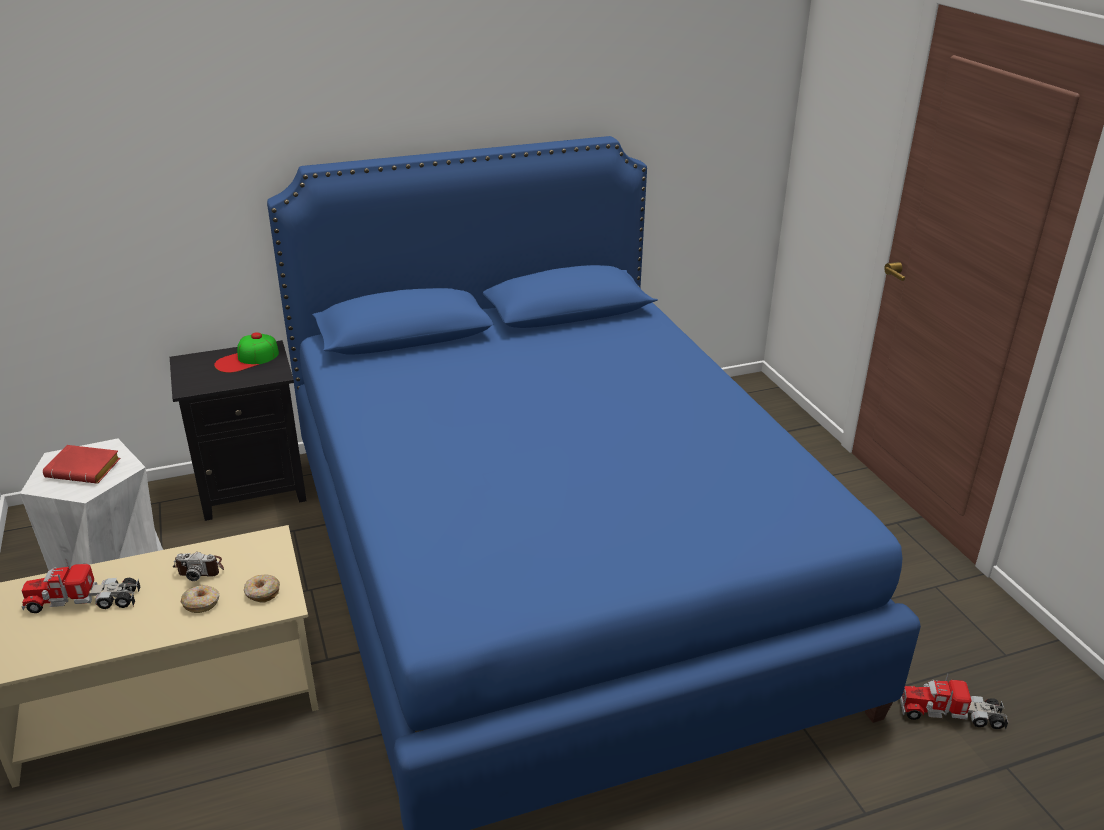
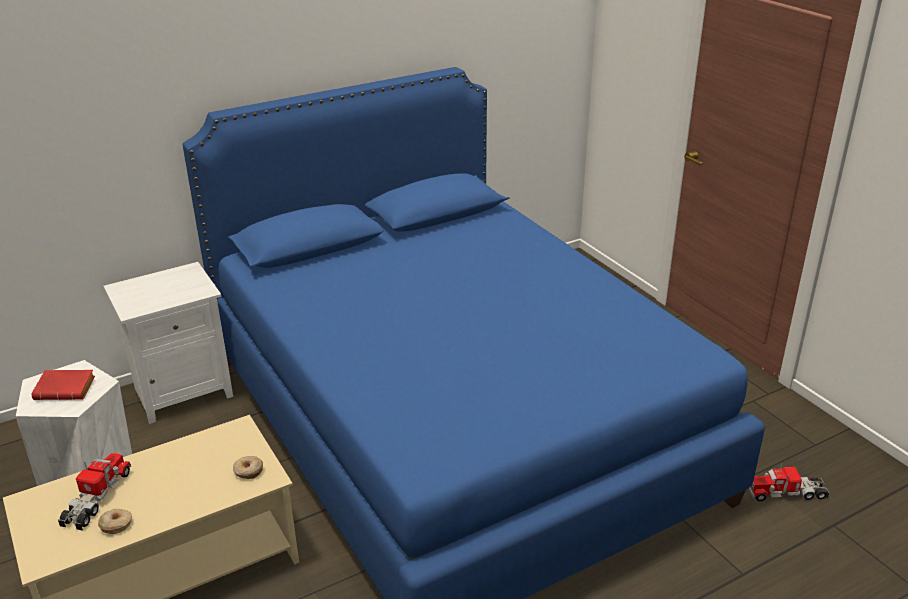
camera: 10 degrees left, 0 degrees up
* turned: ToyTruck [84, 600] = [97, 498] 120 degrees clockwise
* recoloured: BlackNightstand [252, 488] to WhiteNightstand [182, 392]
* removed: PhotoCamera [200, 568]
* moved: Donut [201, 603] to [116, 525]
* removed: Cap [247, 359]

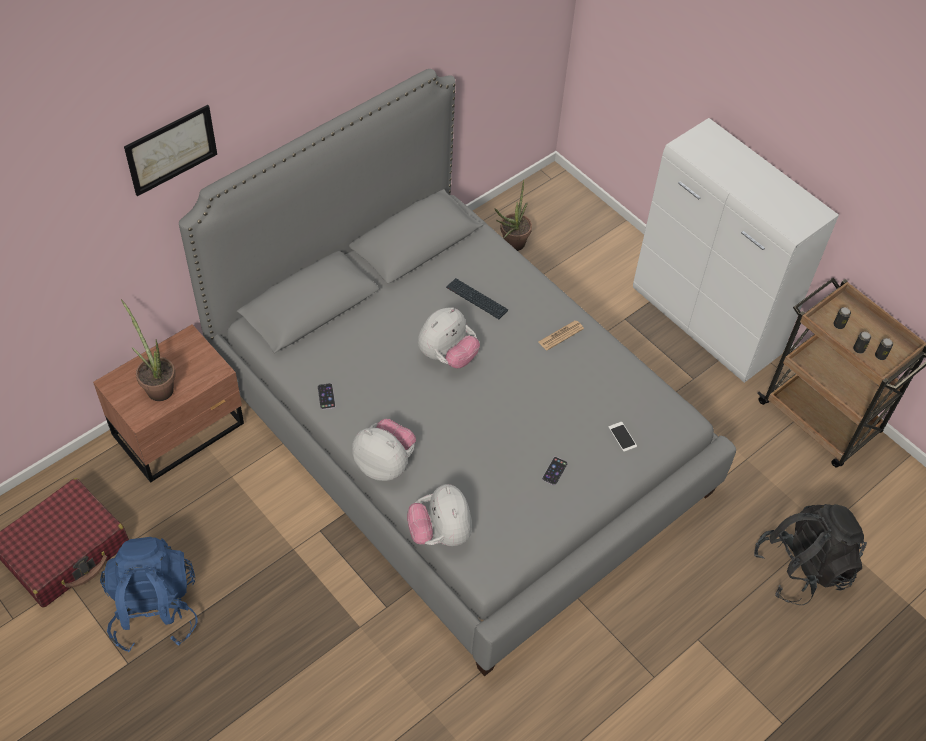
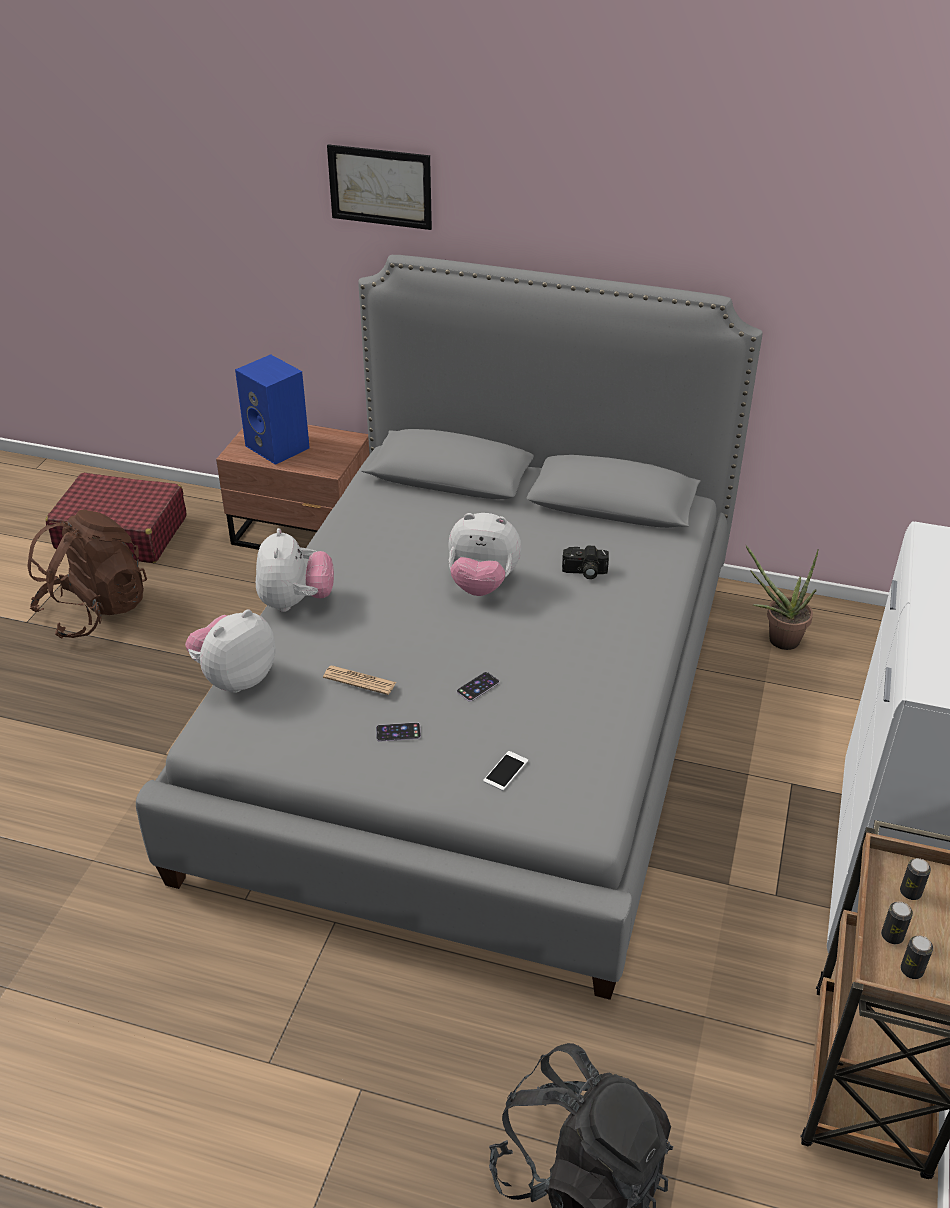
camera: 60 degrees right, 15 degrees down
* recoloured: BlueBackpack [154, 609] to BrownBackpack [94, 610]
* replaced: PottedPlant [157, 386] to BlueSpeaker [279, 447]
* moved: Phone [326, 396] to [478, 687]
* replaced: Keyboard [476, 299] to PhotoCamera [584, 572]
* moved: Newspaper [560, 335] to [359, 680]

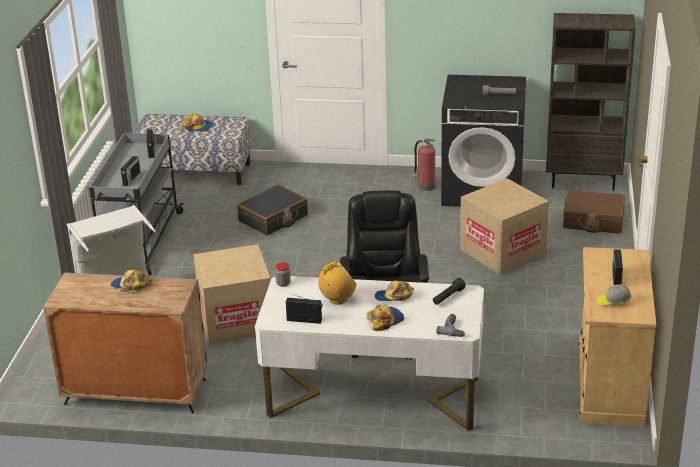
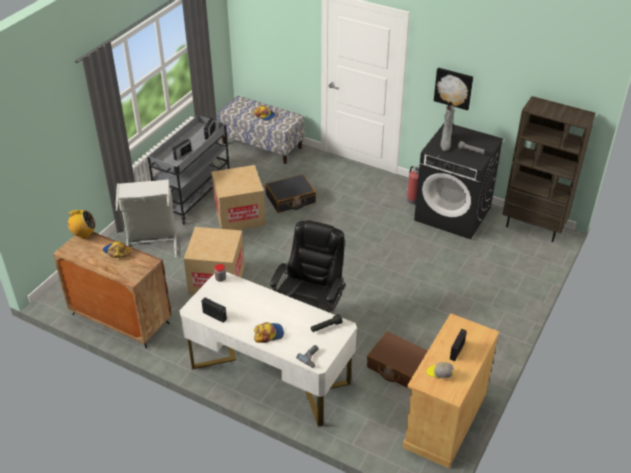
camera: 20 degrees right, 10 degrees up
* recoloured: GreyCabinet [134, 392] to BrownCabinet [120, 319]
* moved: Radio [337, 299] to [84, 234]
* removed: Cap [394, 297]
* moved: CardboardBox [502, 251] to [239, 215]
* moved: BrownSuitcase [593, 221] to [398, 366]
* added: Picture [453, 88]
* added: GreyBoot [445, 142]

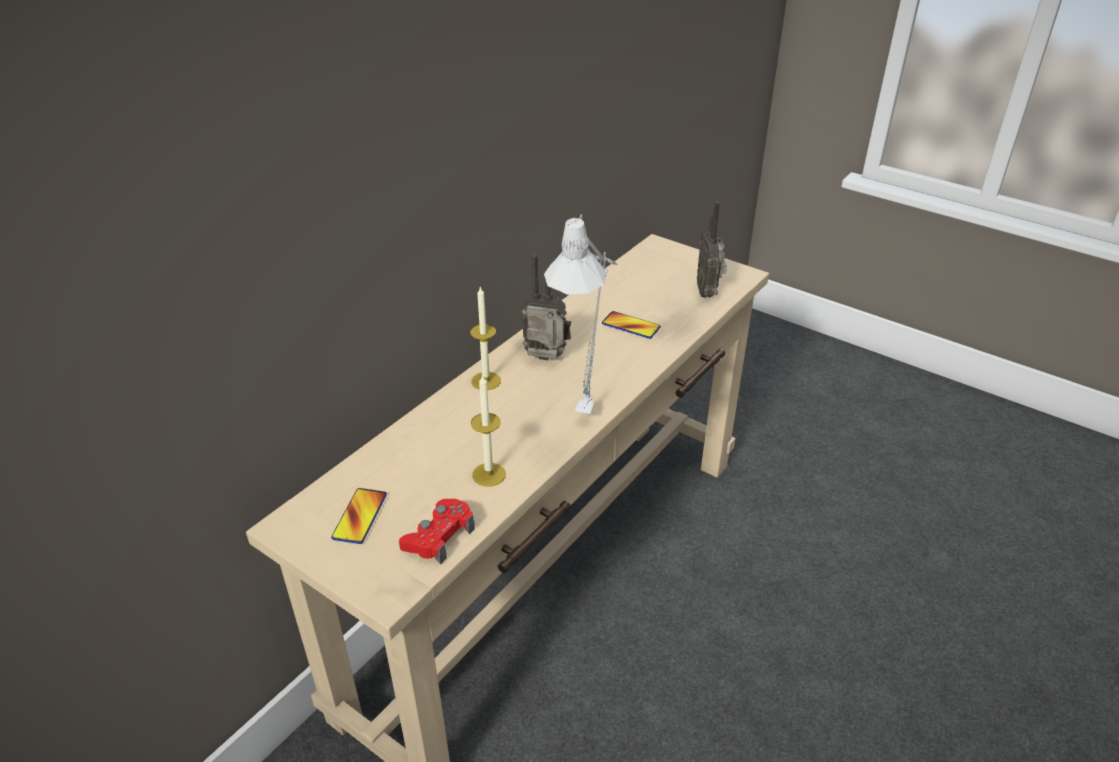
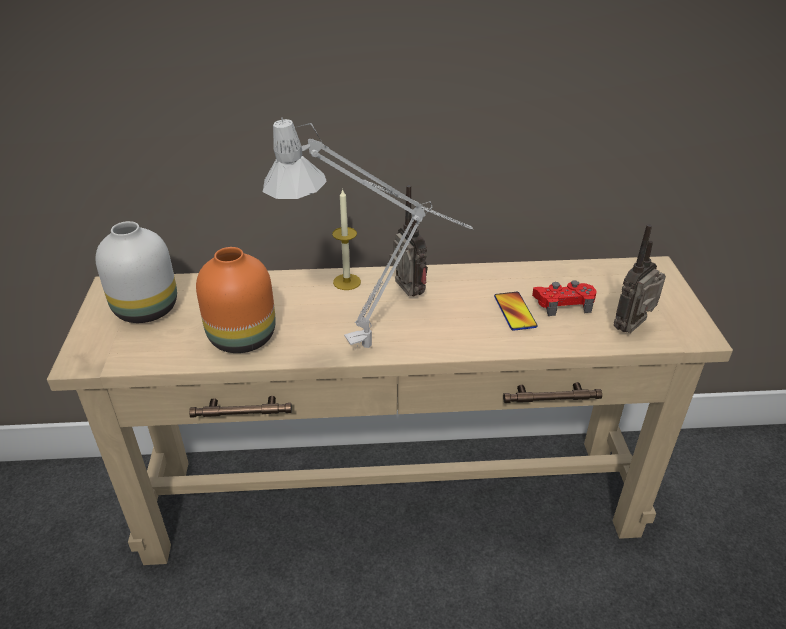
camera: 50 degrees right, 0 degrees up
* replaced: Phone [360, 516] to WhiteVase [144, 309]
* moved: RedGameController [439, 537] to [563, 303]
* replaced: Candle [489, 474] to OrangeVase [241, 339]

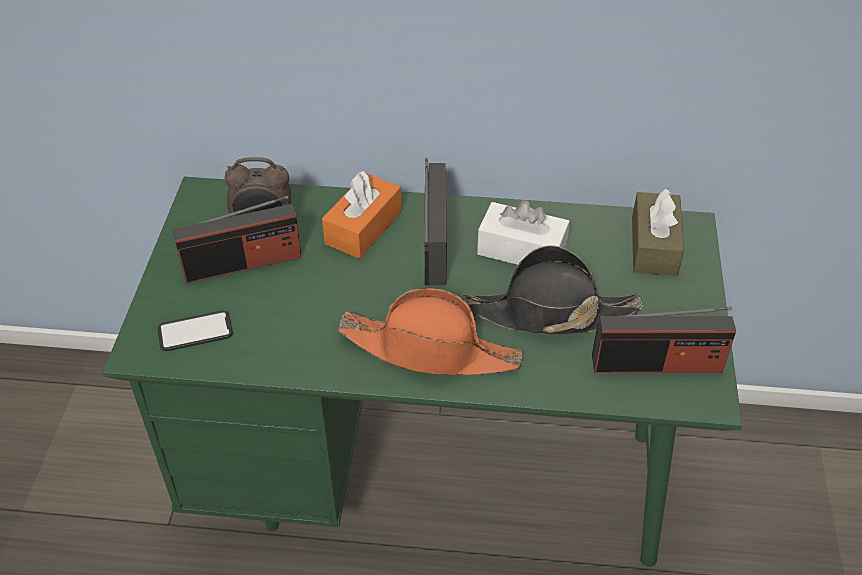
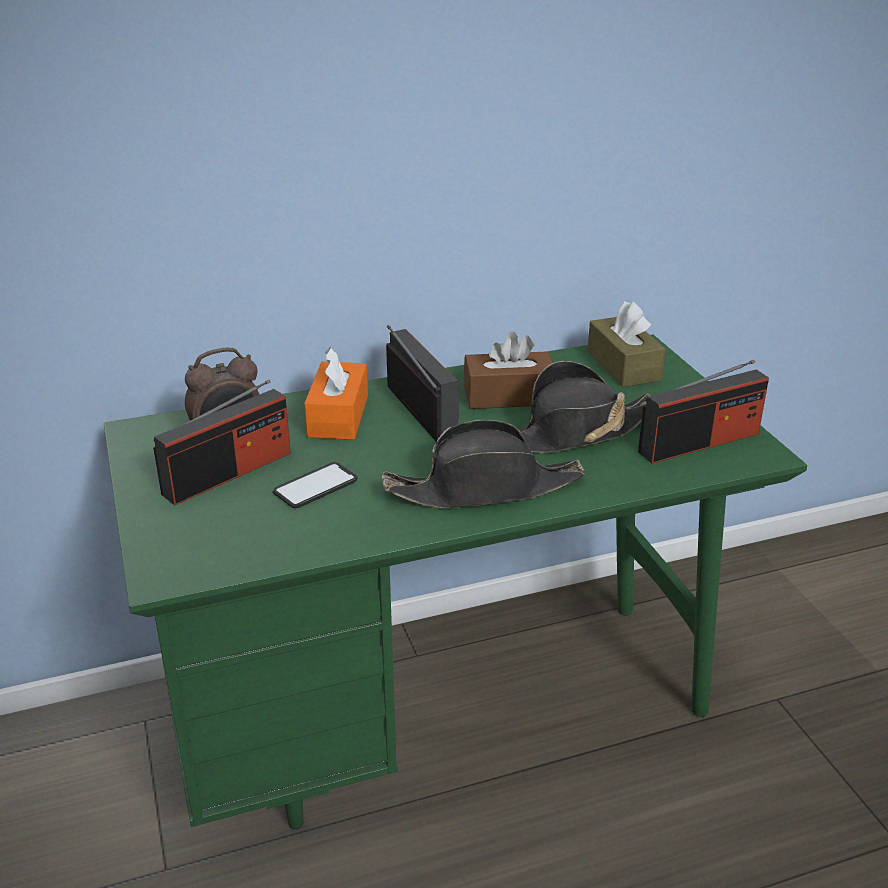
camera: 25 degrees left, 15 degrees down
* moved: Phone [195, 332] to [315, 486]
* recoloured: OrangeHat [430, 350] to BlackHat [485, 488]
* recoloured: WhiteTissueBox [521, 250] to BrownTissueBox [508, 396]

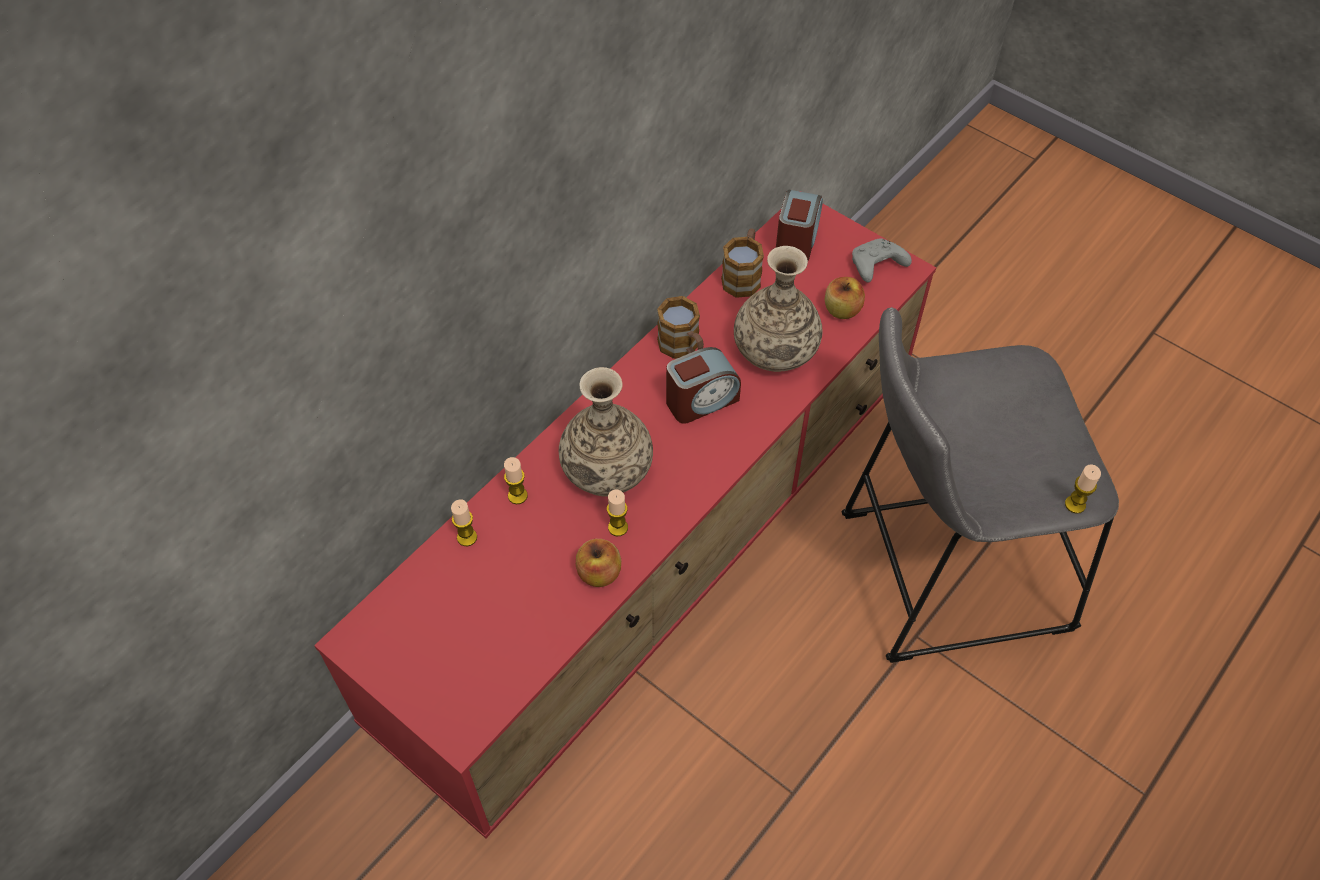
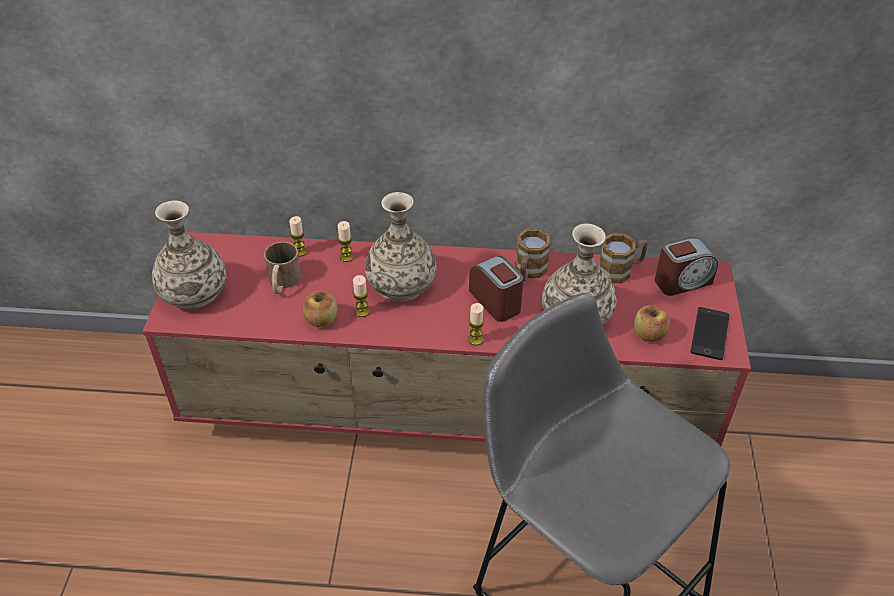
camera: 55 degrees right, 10 degrees down
* turned: AlarmClock [701, 400] = [496, 301] 150 degrees counterclockwise
* replaced: GreyGameController [876, 267] to Phone [709, 334]
* moved: Candle [1075, 504] to [475, 339]
* added: Vase [194, 292]
* added: BrownMug [282, 282]

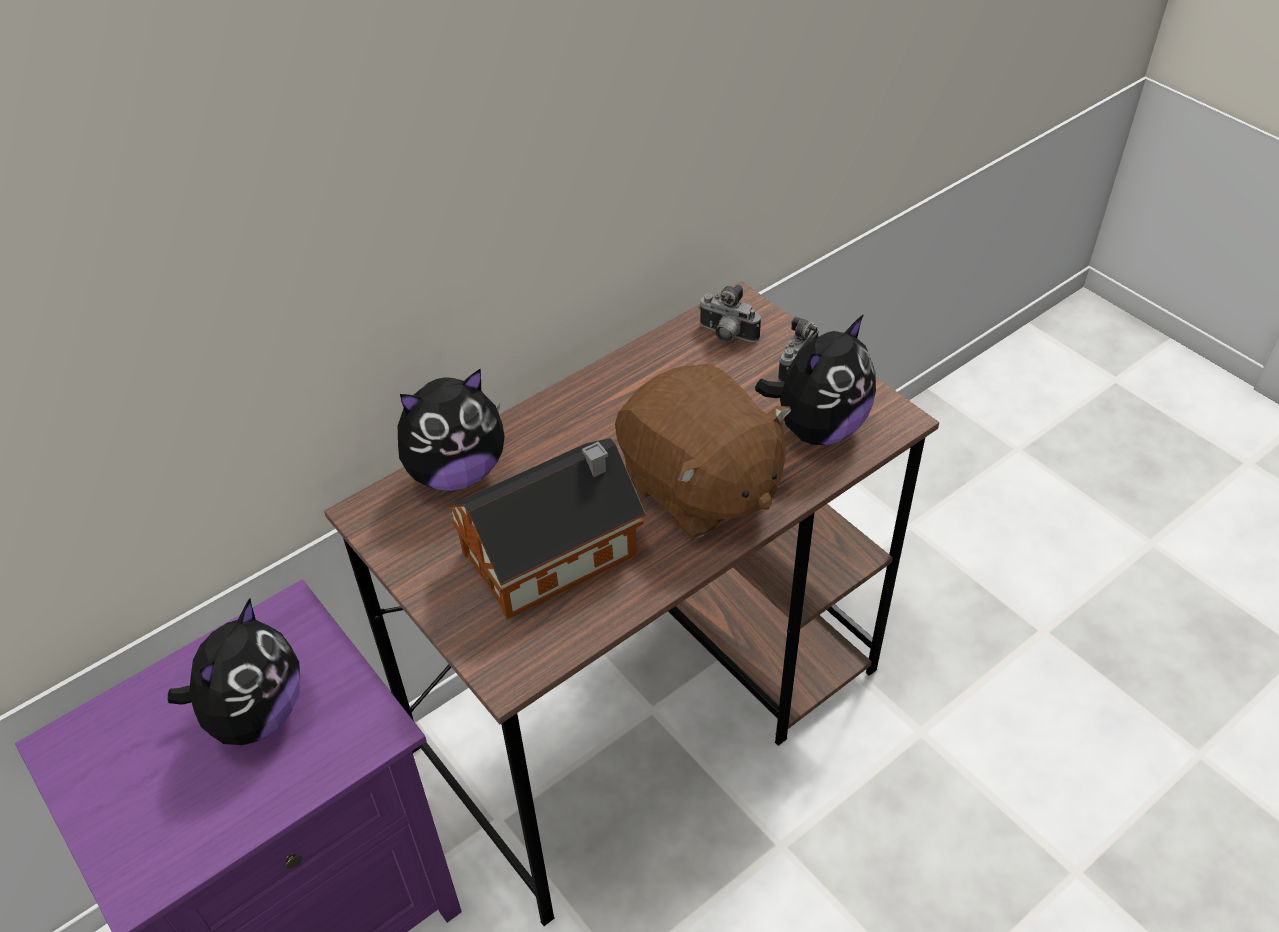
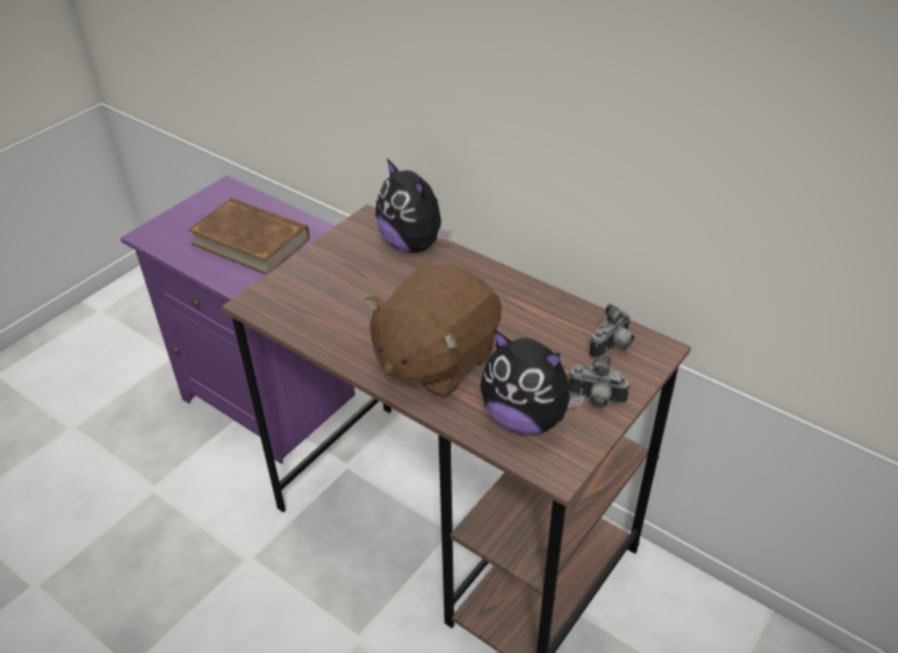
camera: 75 degrees right, 5 degrees down
* replaced: PlushToy [255, 714] to BrownBook [251, 241]
* removed: ToyHouse [557, 552]
* turned: PhotoCamera [726, 335] = [613, 347] 150 degrees counterclockwise

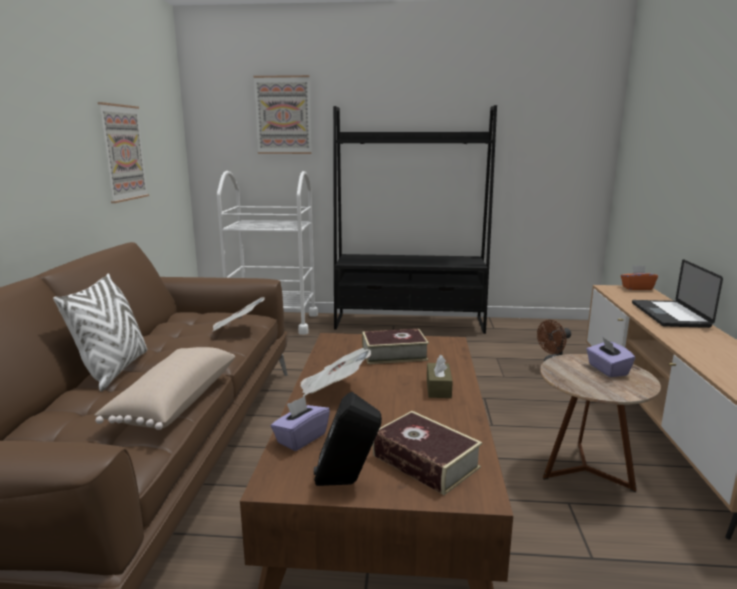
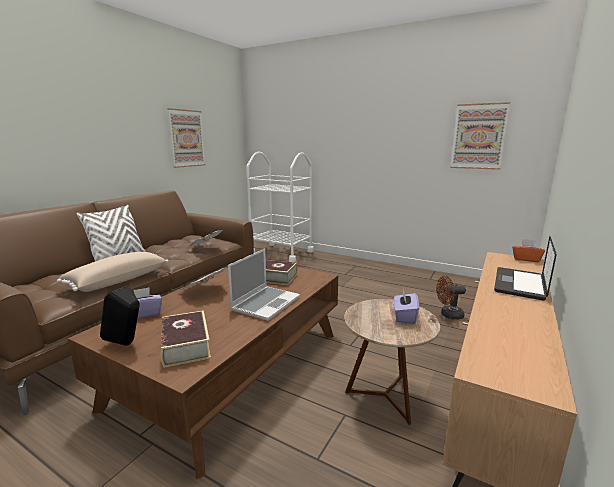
camera: 25 degrees right, 0 degrees up
* moved: Picture [283, 115] to [478, 136]
* removed: BlackBookcase [409, 323]
* replaced: BrownTissueBox [438, 388] to Laptop [266, 303]

